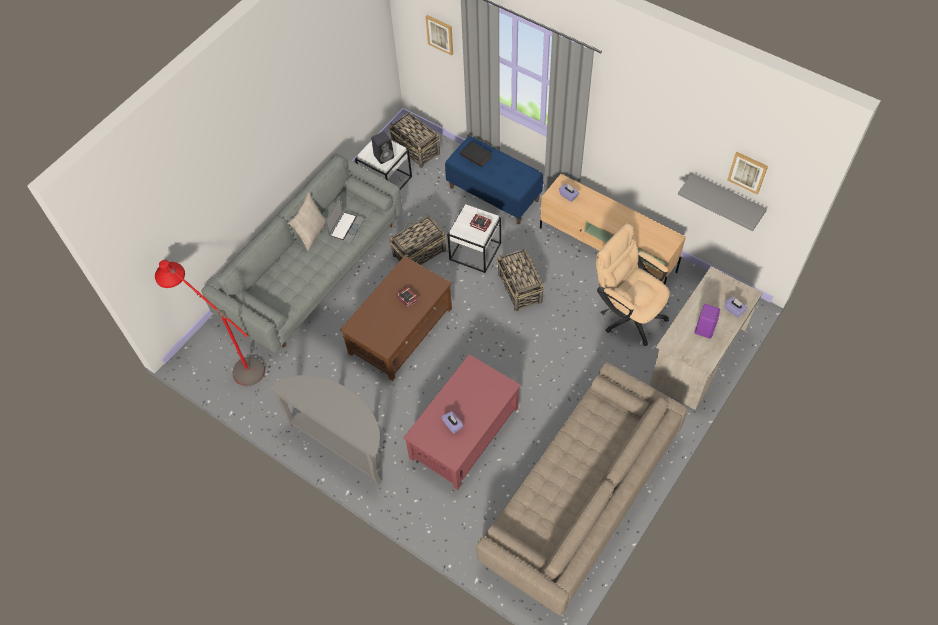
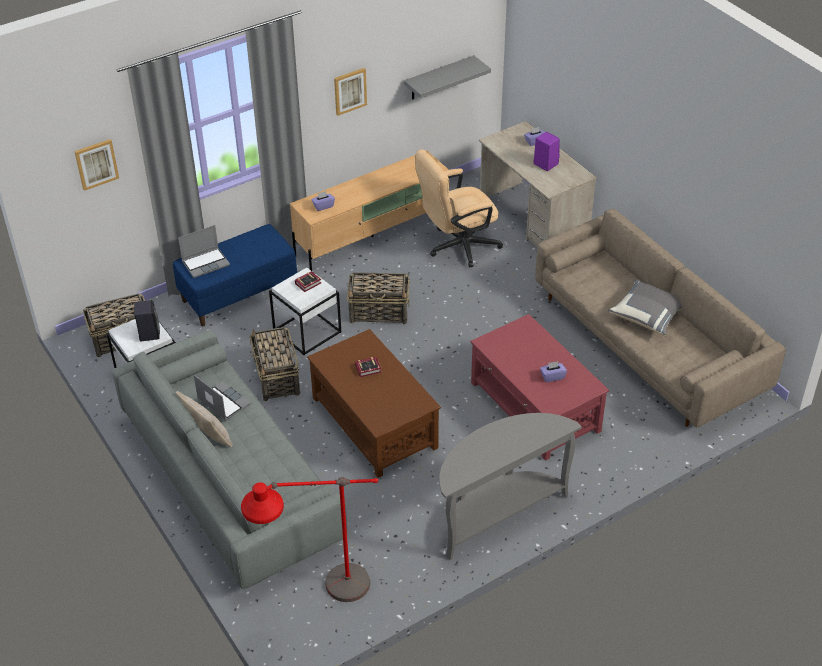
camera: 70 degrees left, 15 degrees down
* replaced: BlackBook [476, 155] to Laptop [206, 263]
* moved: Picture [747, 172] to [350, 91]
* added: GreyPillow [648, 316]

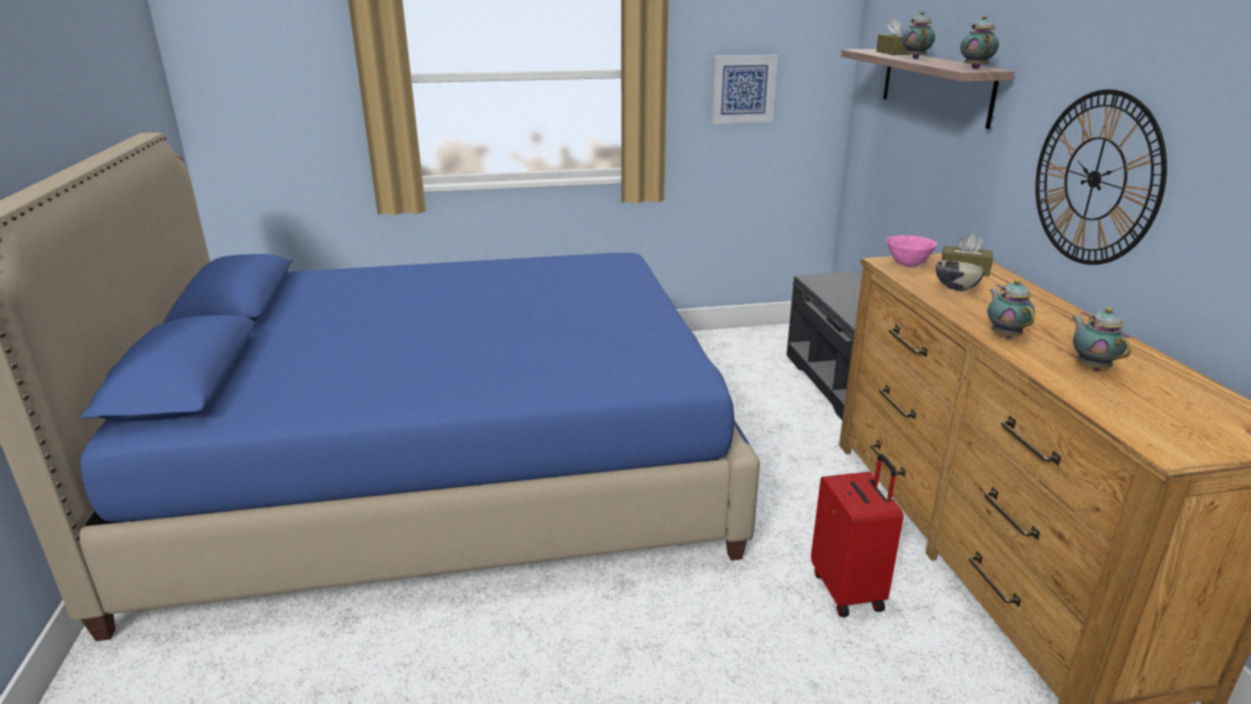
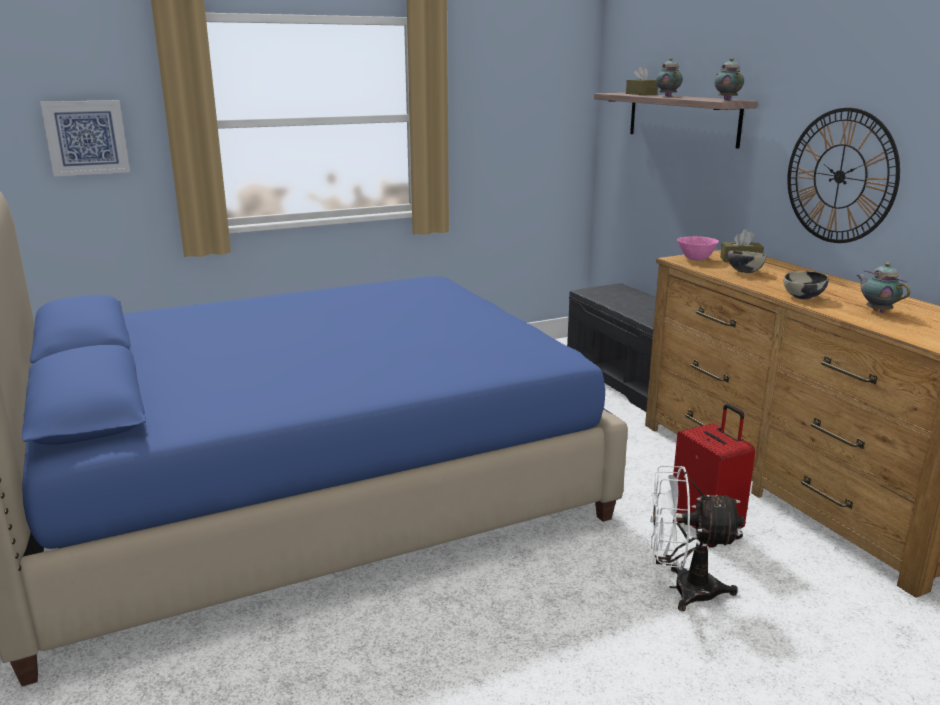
camera: 15 degrees left, 5 degrees down
* moved: Picture [743, 89] to [86, 137]
* replaced: Teapot [1004, 335] to Bowl [803, 297]
* added: WhiteFan [683, 589]

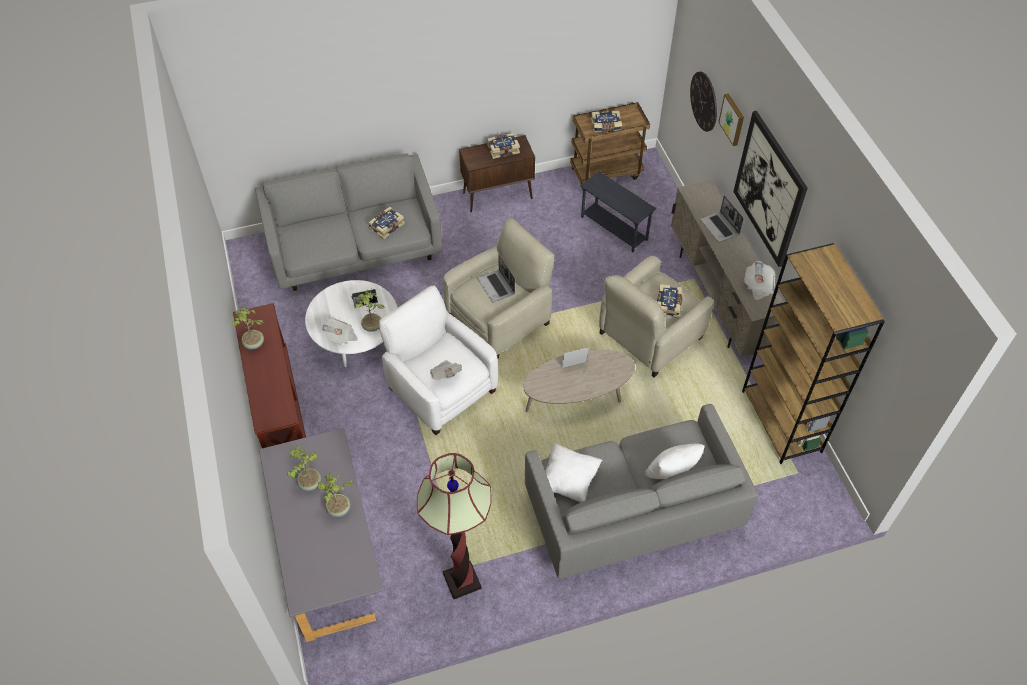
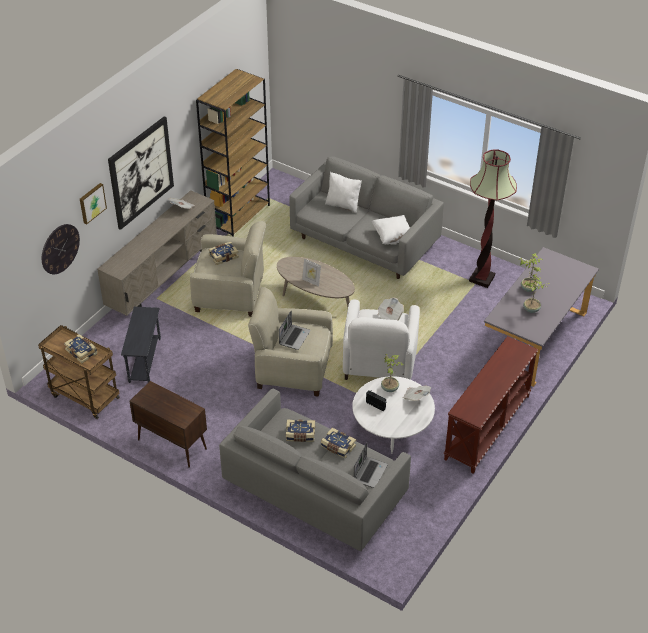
camera: 130 degrees left, 10 degrees down
* removed: PottedPlant [254, 344]
* moved: Book [503, 149] to [337, 447]
* moved: Laptop [720, 228] to [370, 472]

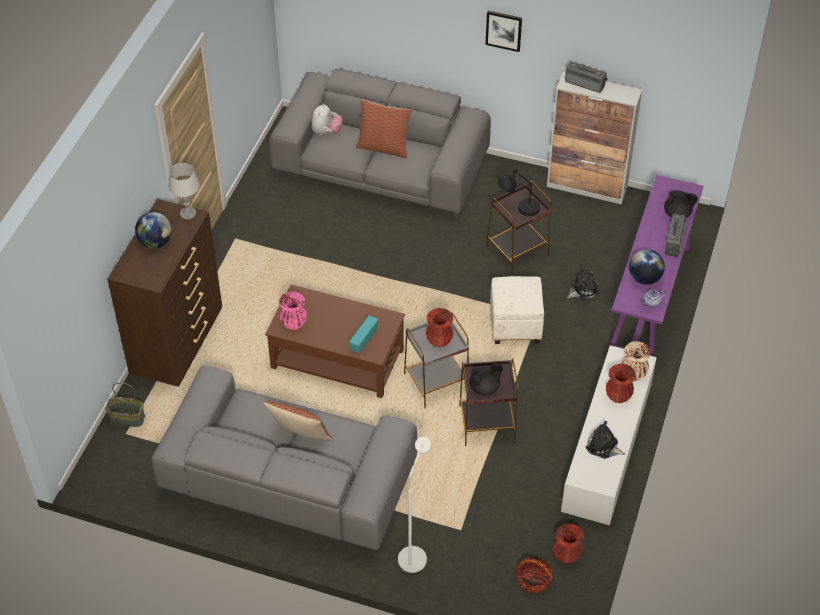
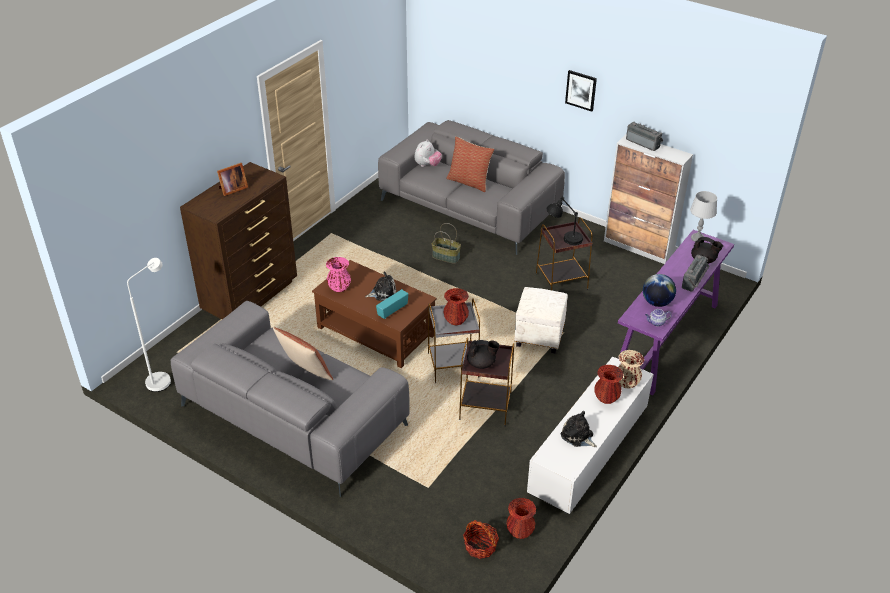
camera: 15 degrees right, 10 degrees down
* moved: Basket [127, 418] to [446, 257]
* replaced: Globe [155, 242] to PictureFrame [232, 189]
* moved: GreyTableLamp [188, 213] to [697, 238]
* moved: WhiteFloorLamp [414, 553] to [163, 379]
* moved: PlushToy [582, 289] to [383, 293]

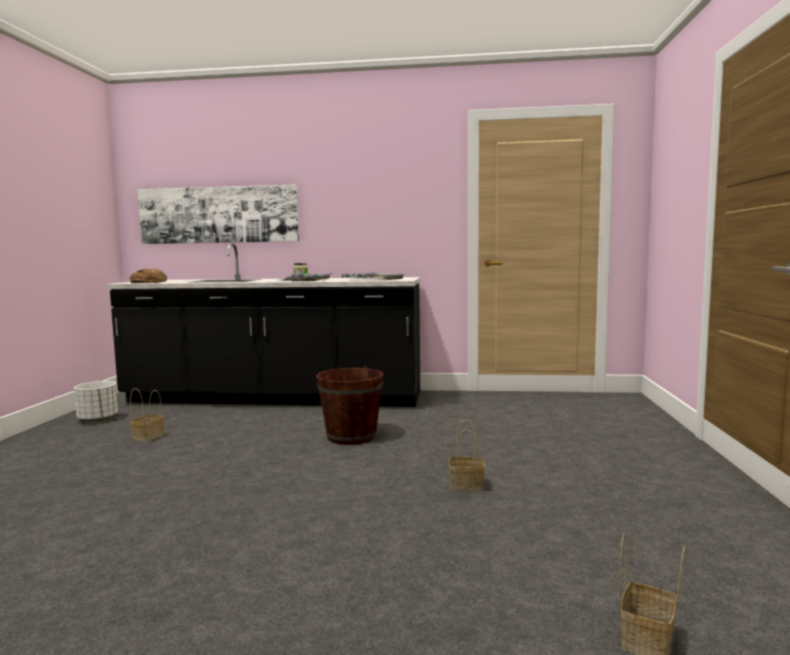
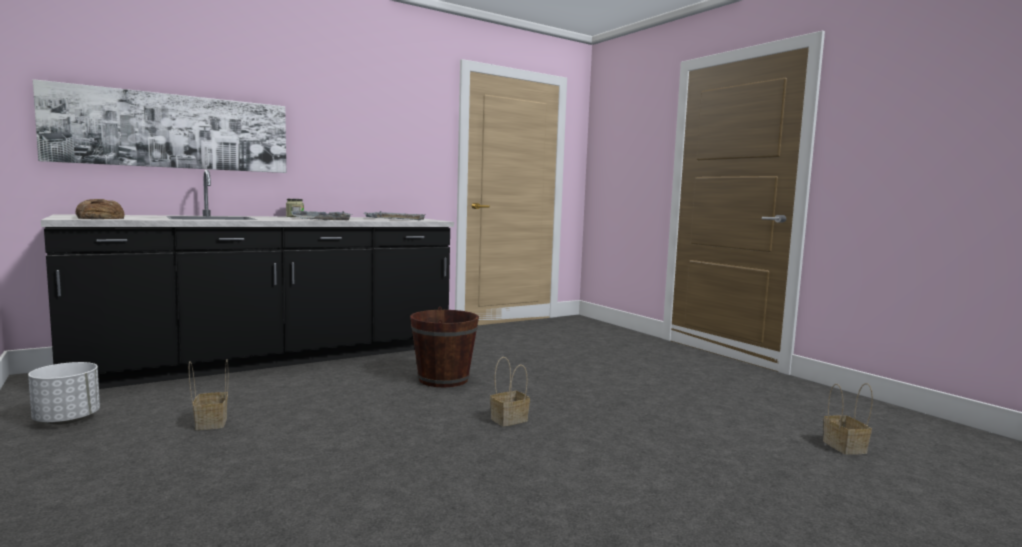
camera: 40 degrees left, 0 degrees up
* moved: Basket [465, 486] to [508, 420]

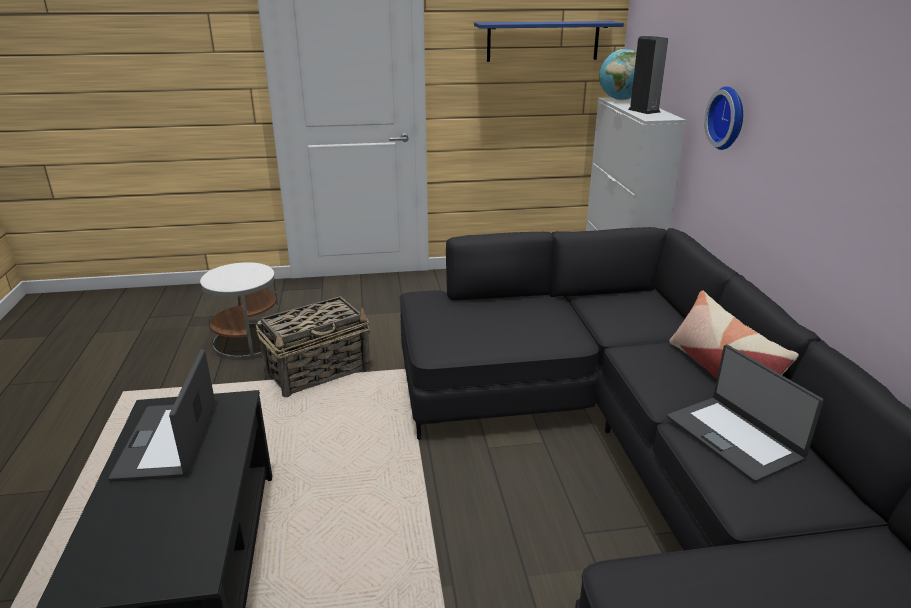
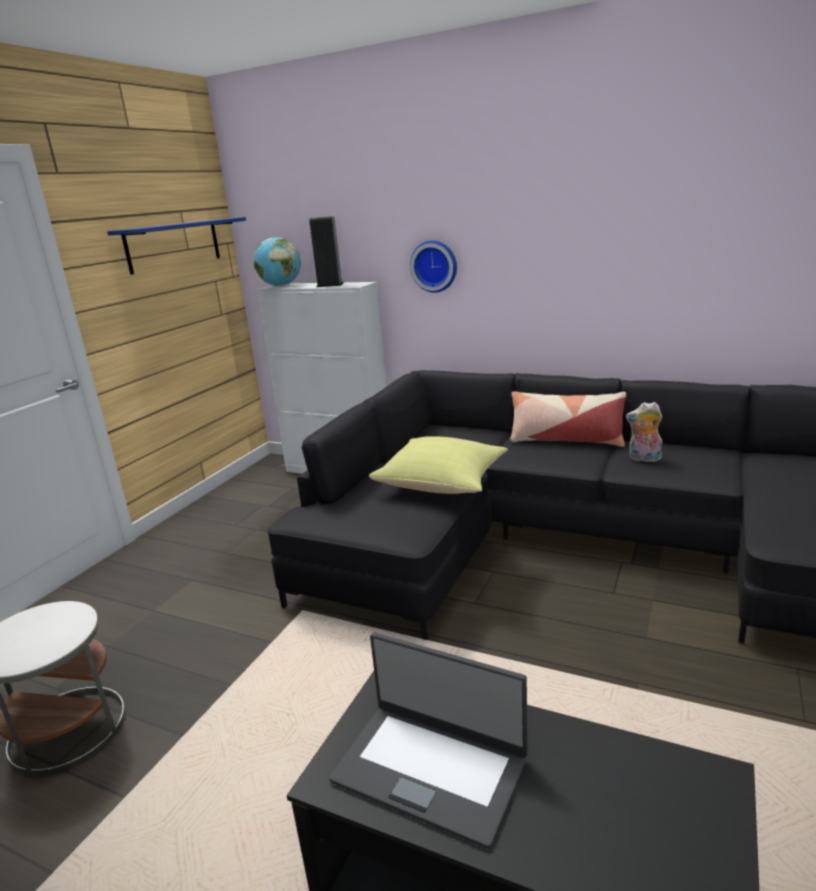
camera: 55 degrees left, 5 degrees down
* removed: Basket [319, 371]
* replaced: Laptop [734, 437] to PlushToy [644, 459]
* added: YellowPillow [443, 484]

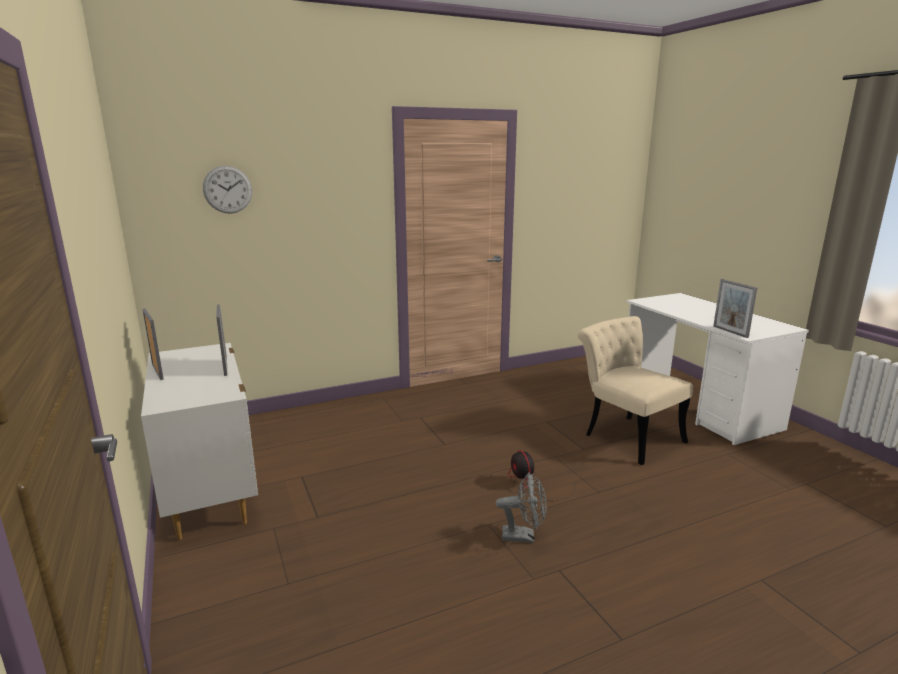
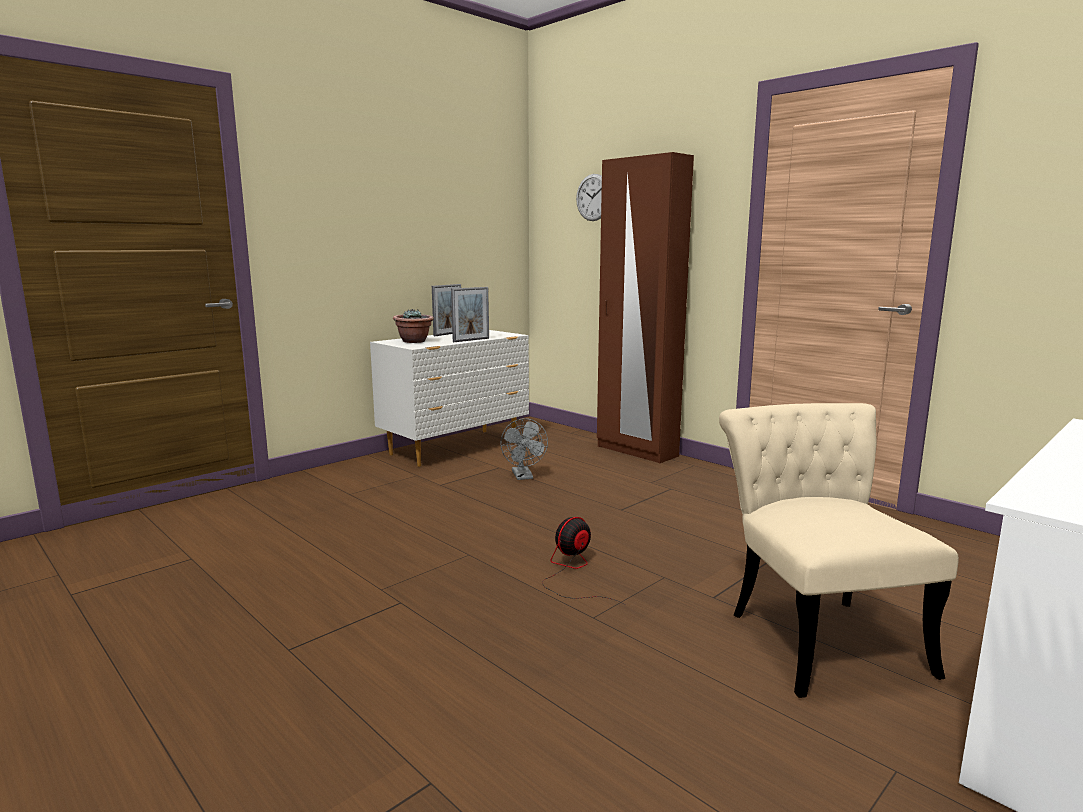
camera: 70 degrees right, 5 degrees down
* moved: GreyFan [523, 536] to [523, 477]
* turned: BeigeChair [626, 435] = [815, 633] 45 degrees counterclockwise
* removed: PictureFrame [730, 332]
* added: PottedPlant [414, 341]
* added: BrownWardrobe [636, 451]

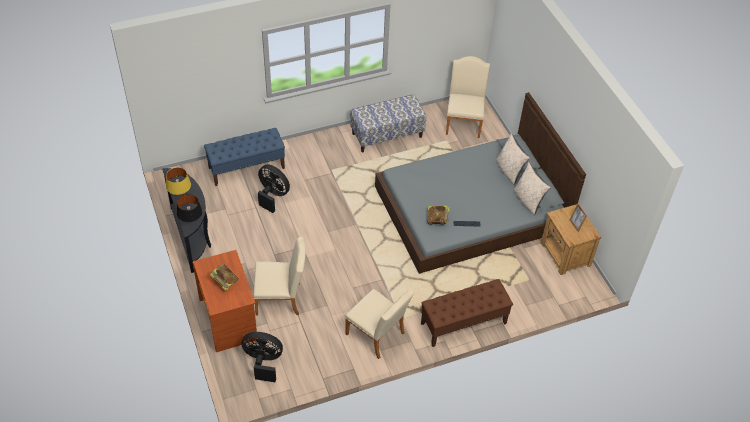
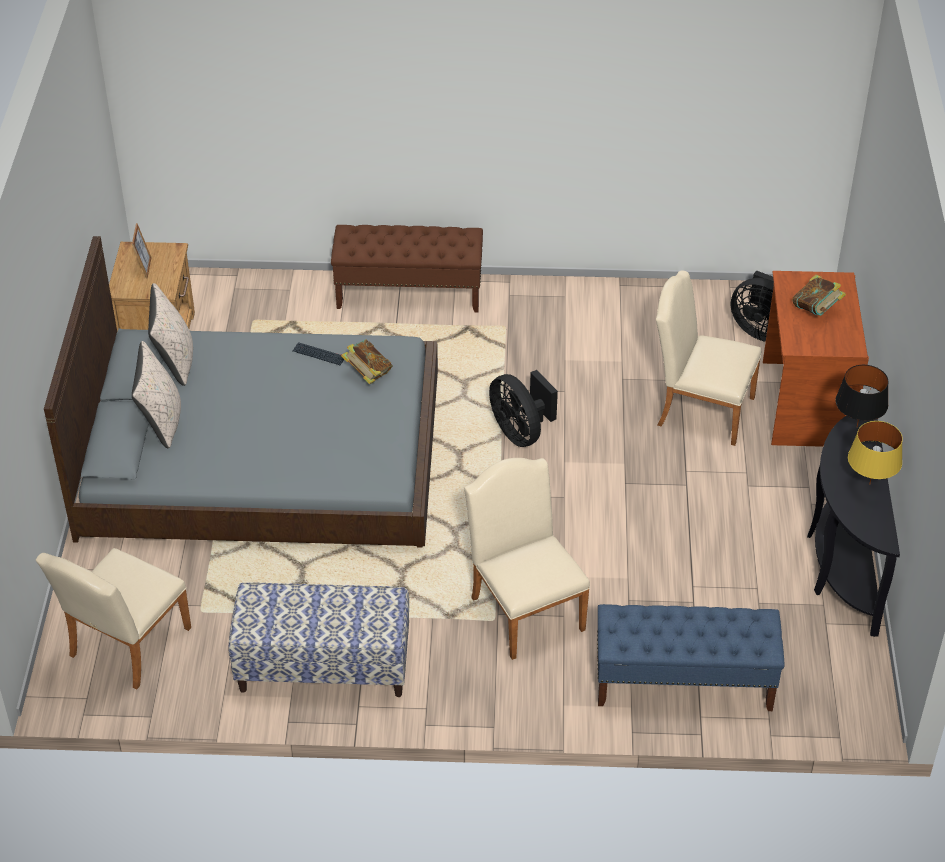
camera: 155 degrees left, 5 degrees down
* moved: BlackFan [272, 196] to [520, 432]
* moved: BeigeChair [378, 336] to [524, 608]

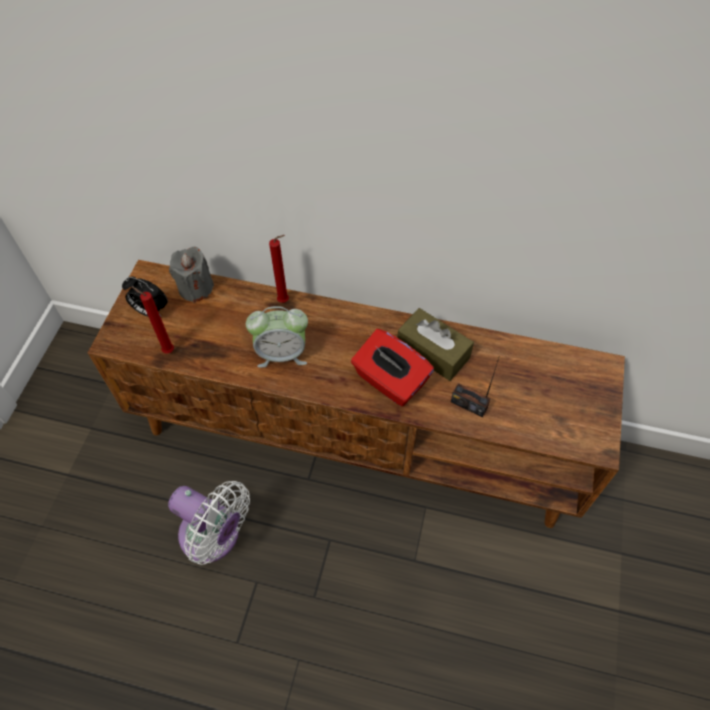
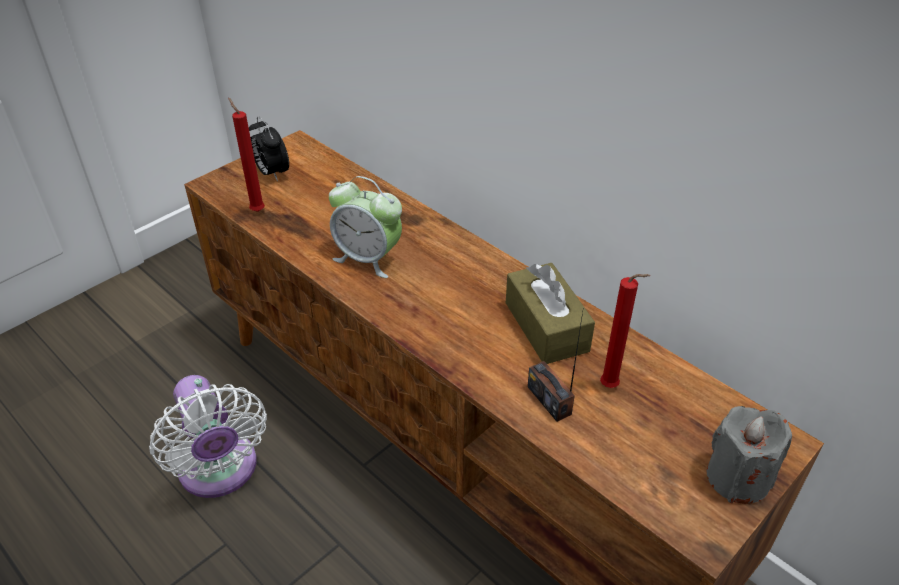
camera: 30 degrees right, 15 degrees down
* moved: GreyCandle [195, 288] to [737, 478]
* moved: RedCandle [285, 301] to [611, 387]
* removed: RedTissueBox [390, 381]

